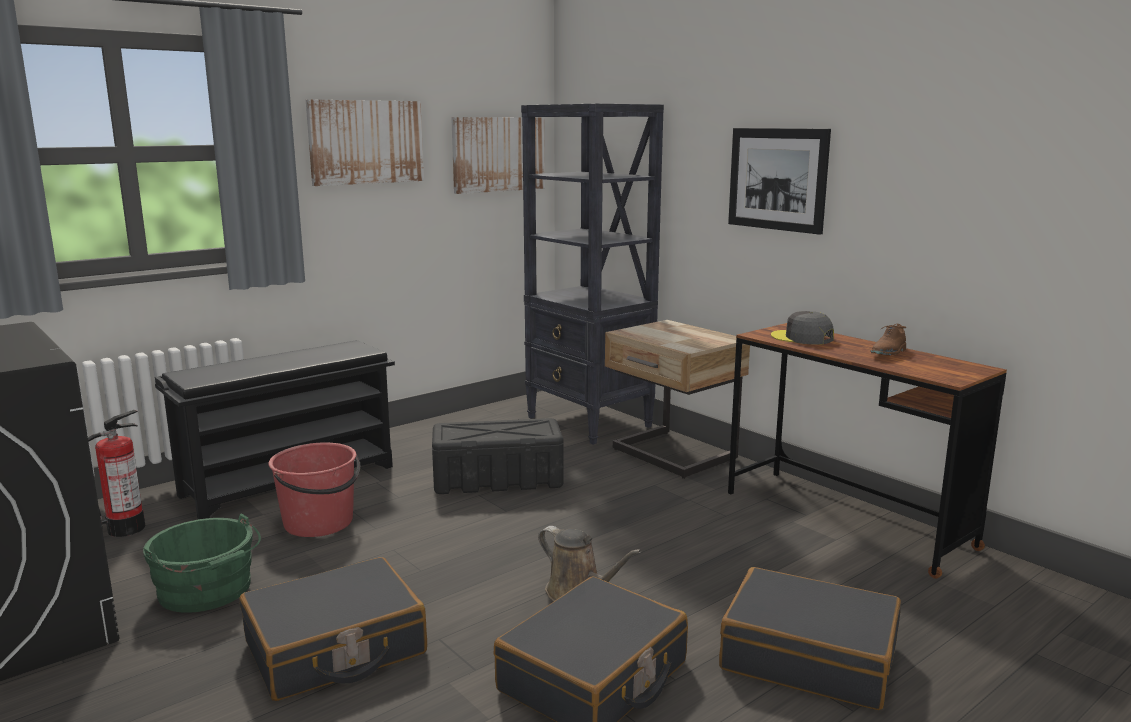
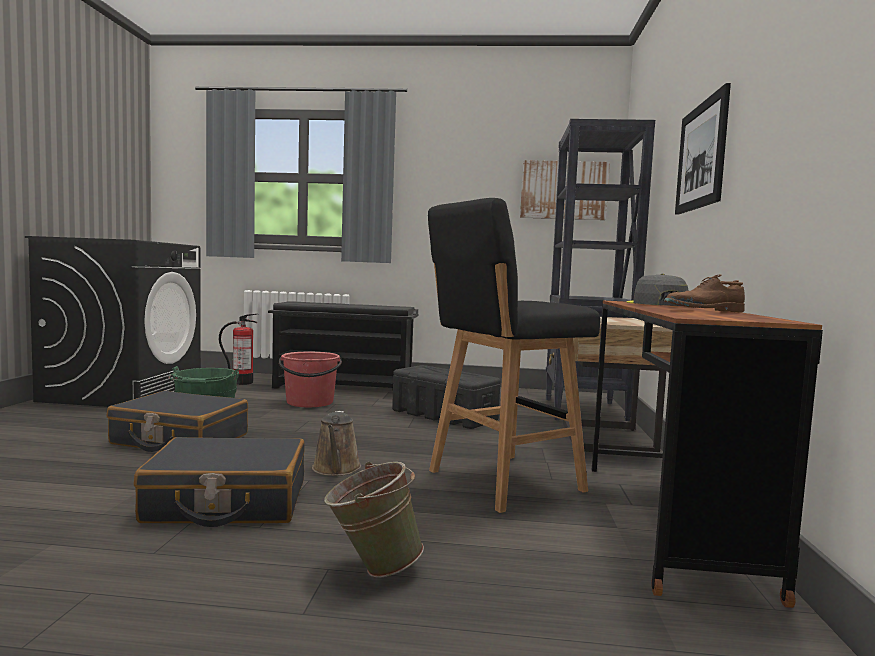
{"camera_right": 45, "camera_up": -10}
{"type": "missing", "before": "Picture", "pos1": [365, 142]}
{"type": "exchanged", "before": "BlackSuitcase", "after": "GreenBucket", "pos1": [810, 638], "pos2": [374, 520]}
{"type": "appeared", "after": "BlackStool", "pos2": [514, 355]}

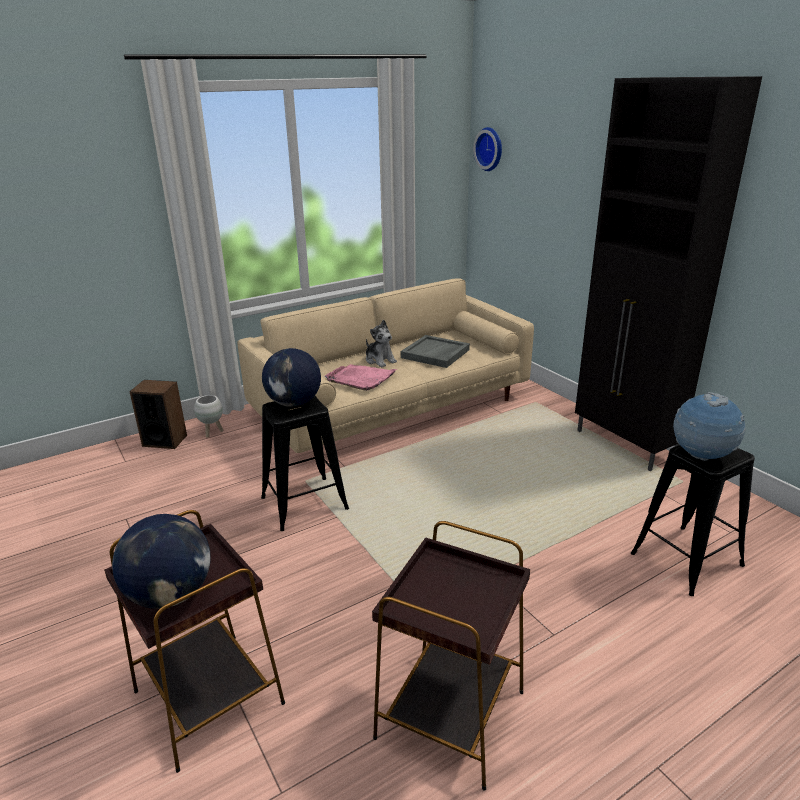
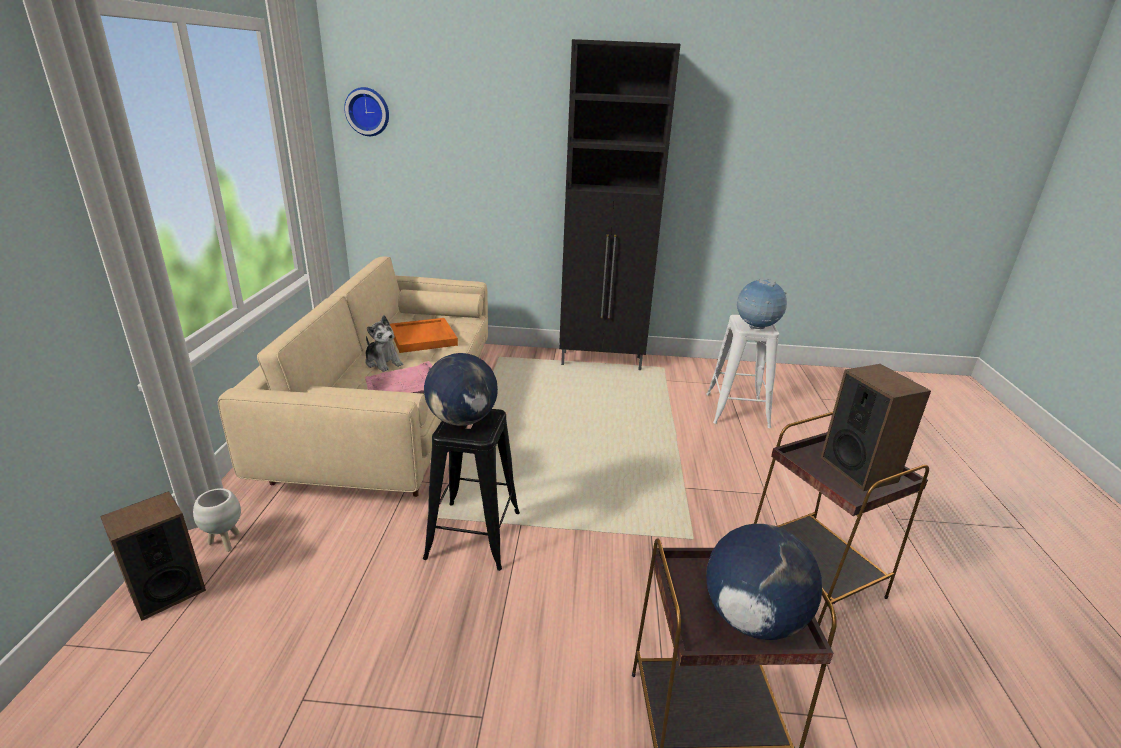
{"camera_right": -55, "camera_up": 0}
{"type": "spun", "before": "PlushToy", "pos1": [381, 343], "pos2": [384, 343], "turn": 45}
{"type": "colour", "before": "GreyTray", "after": "OrangeTray", "pos1": [435, 351], "pos2": [424, 335]}
{"type": "colour", "before": "BlackStool", "after": "WhiteStool", "pos1": [693, 520], "pos2": [742, 371]}
{"type": "appeared", "after": "Speaker", "pos2": [875, 427]}

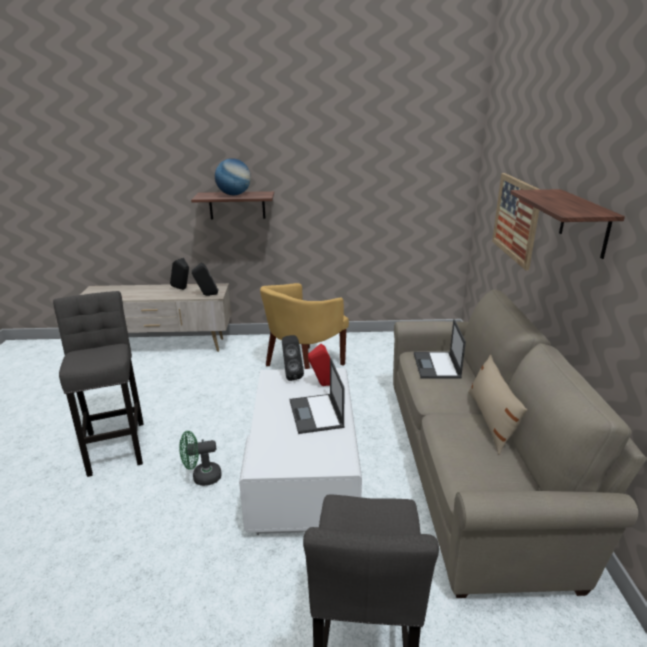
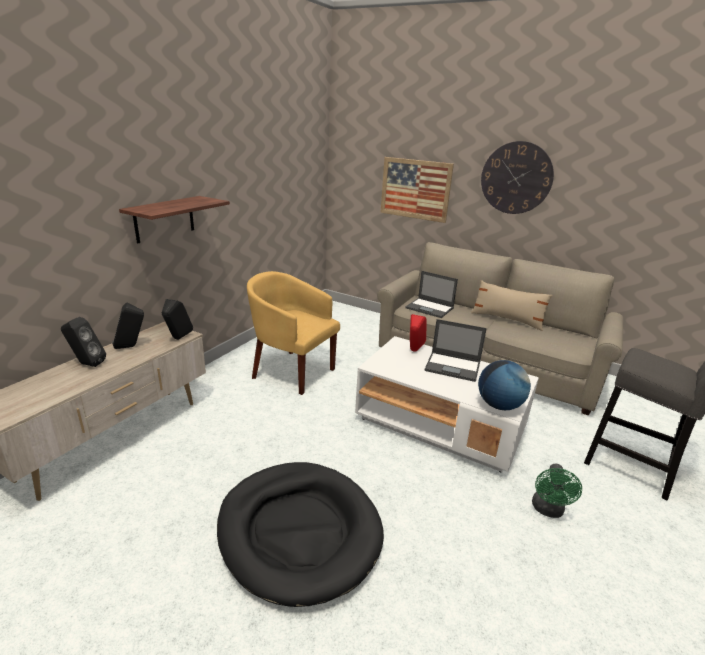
{"camera_right": -60, "camera_up": 0}
{"type": "relocated", "before": "Globe", "pos1": [233, 176], "pos2": [504, 385]}
{"type": "exchanged", "before": "Shelf", "after": "WallClock", "pos1": [567, 224], "pos2": [517, 177]}
{"type": "spun", "before": "YellowArmchair", "pos1": [304, 326], "pos2": [293, 333], "turn": 135}
{"type": "exchanged", "before": "GreyStool", "after": "BlackDogBed", "pos1": [98, 384], "pos2": [300, 534]}
{"type": "relocated", "before": "BlackSpeaker", "pos1": [293, 358], "pos2": [83, 342]}
{"type": "relocated", "before": "GreenFan", "pos1": [200, 458], "pos2": [557, 491]}

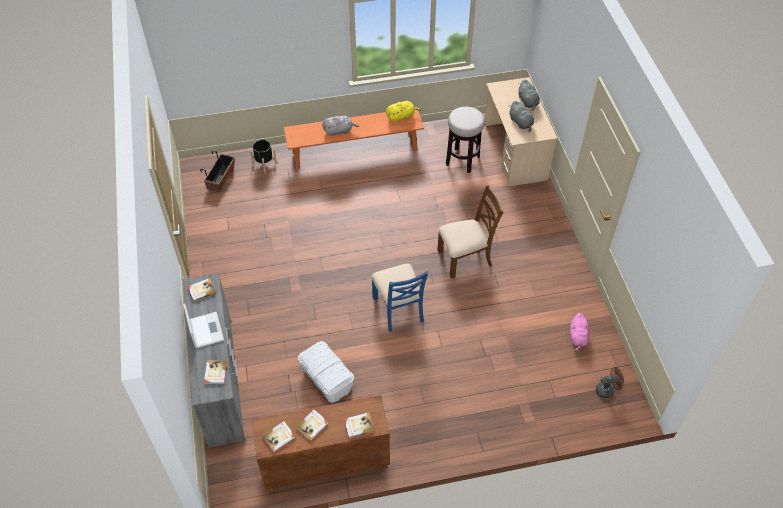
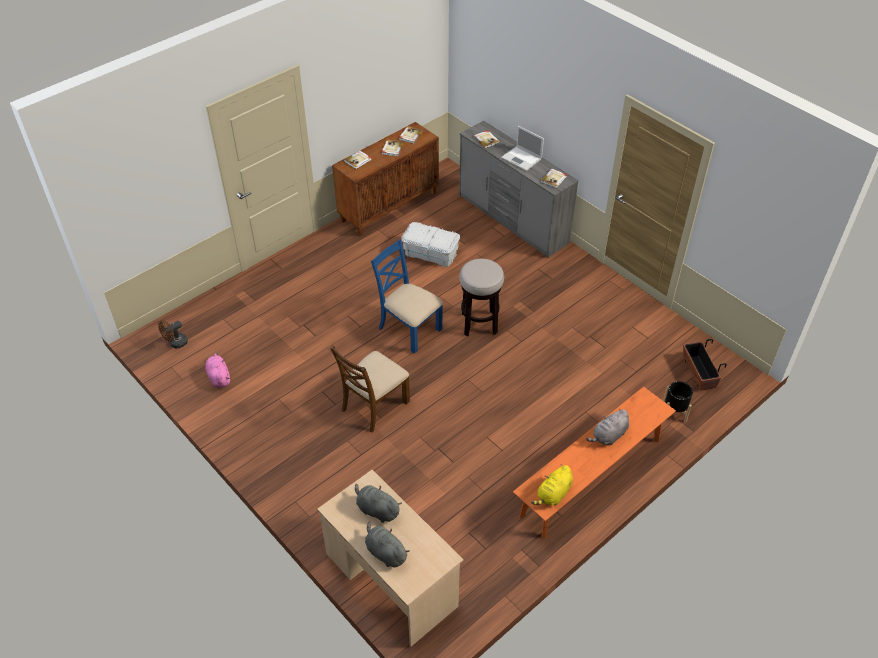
{"camera_right": 150, "camera_up": -5}
{"type": "relocated", "before": "Stool", "pos1": [465, 140], "pos2": [481, 297]}

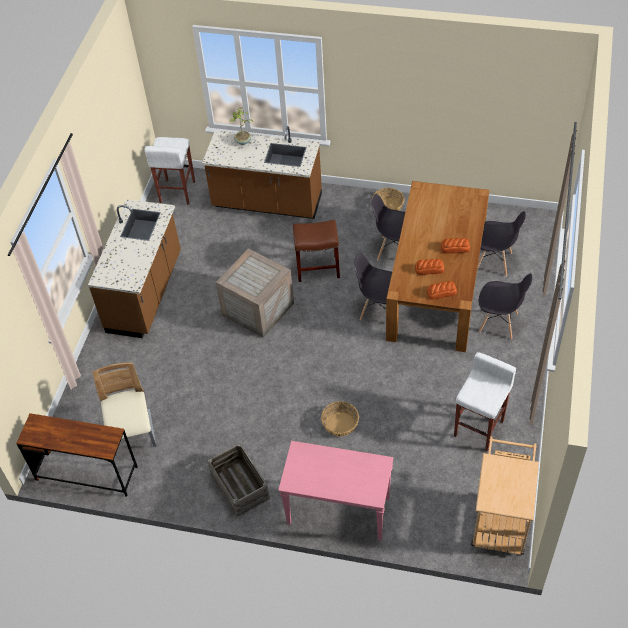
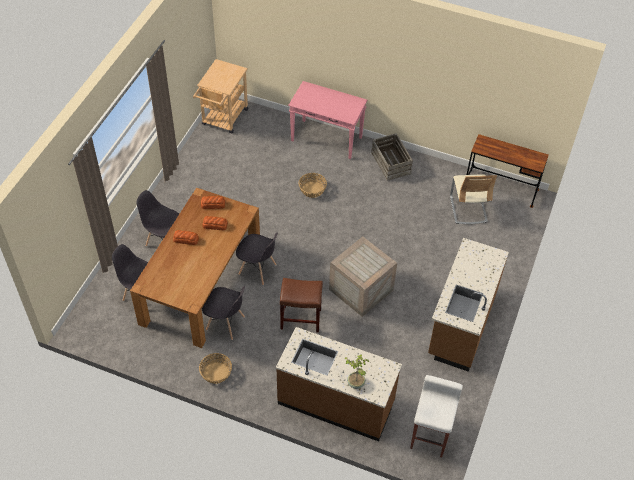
{"camera_right": -175, "camera_up": 0}
{"type": "missing", "before": "WhiteStool", "pos1": [485, 401]}

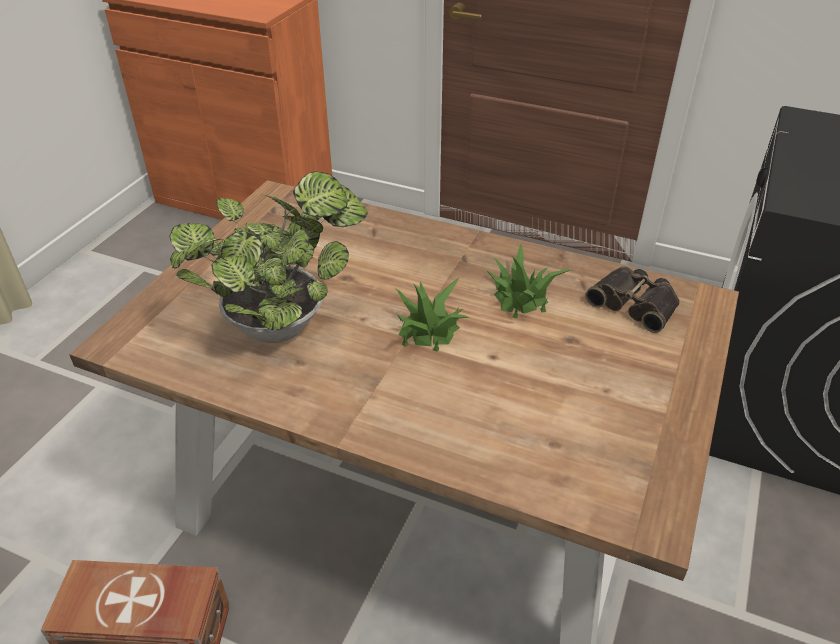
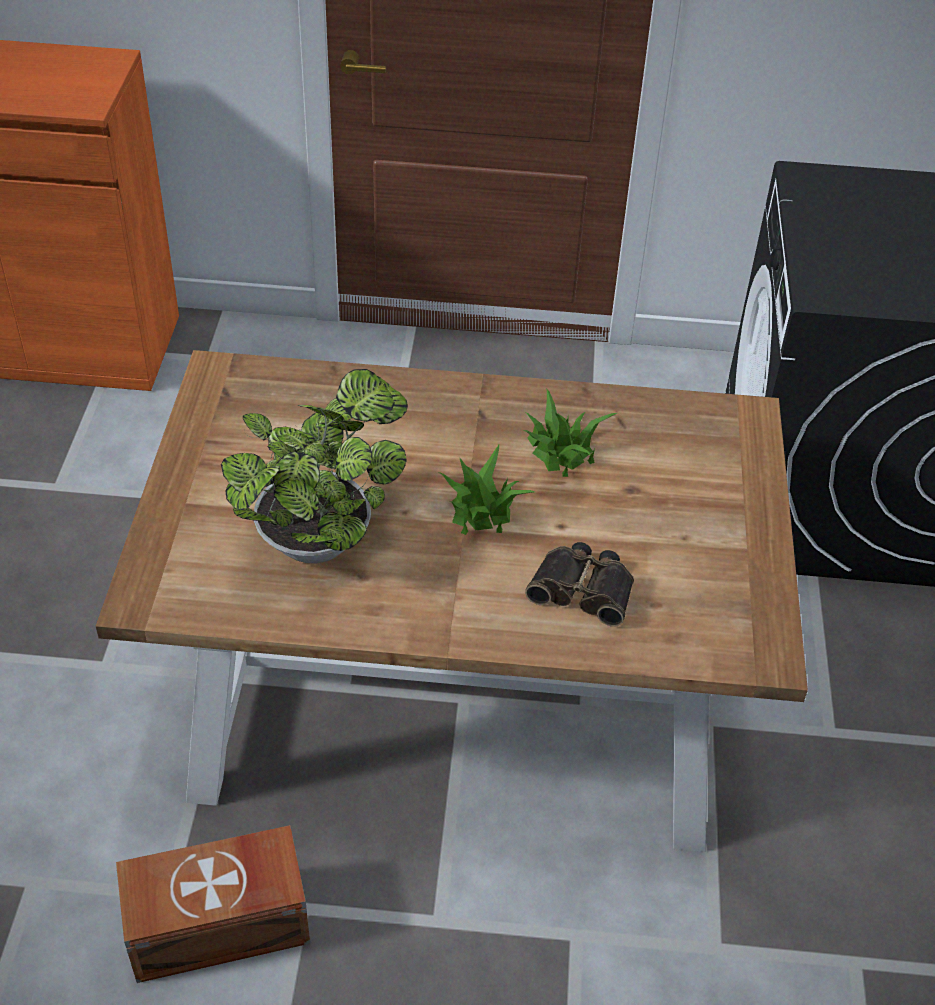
{"camera_right": -20, "camera_up": 5}
{"type": "relocated", "before": "Binoculars", "pos1": [632, 299], "pos2": [579, 584]}

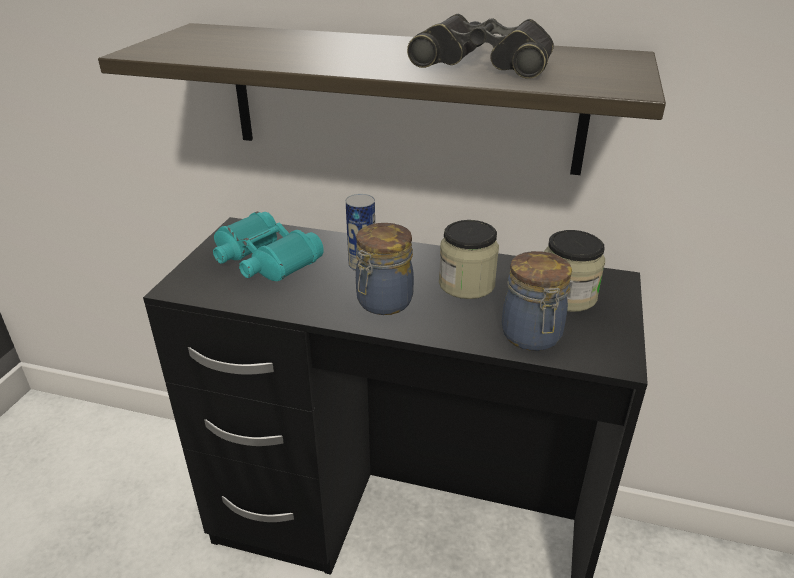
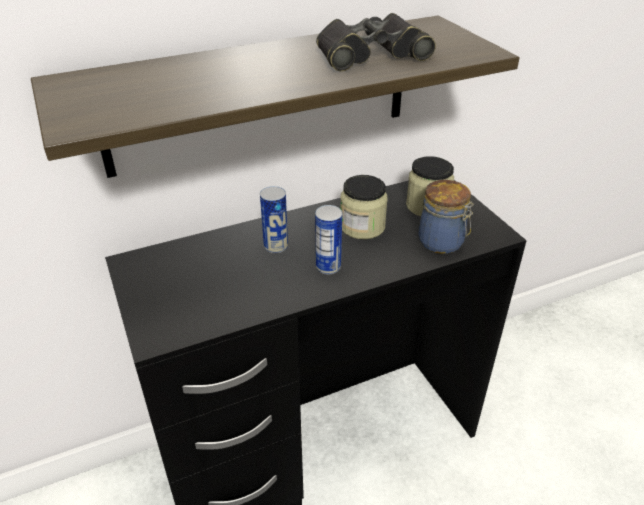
{"camera_right": -40, "camera_up": 5}
{"type": "missing", "before": "TurquoiseBinoculars", "pos1": [268, 246]}
{"type": "exchanged", "before": "Jar", "after": "Can", "pos1": [385, 269], "pos2": [328, 240]}

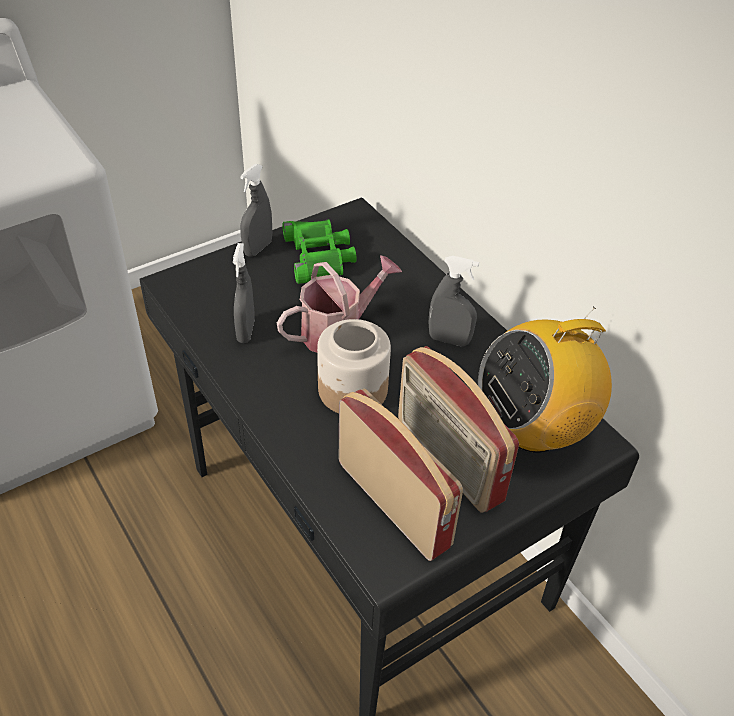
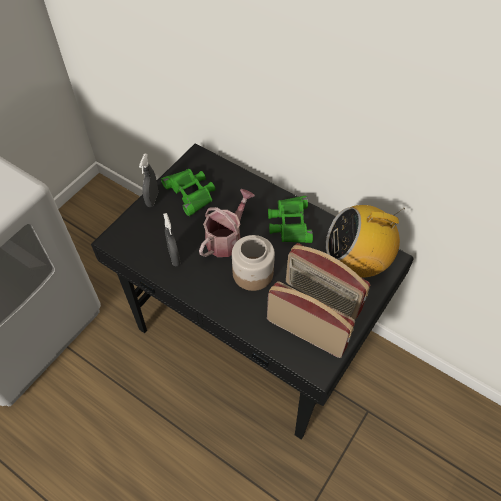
{"camera_right": -20, "camera_up": 10}
{"type": "exchanged", "before": "GreySprayBottle", "after": "GreenBinoculars", "pos1": [453, 301], "pos2": [290, 219]}
{"type": "spun", "before": "Radio", "pos1": [545, 379], "pos2": [365, 241], "turn": 45}

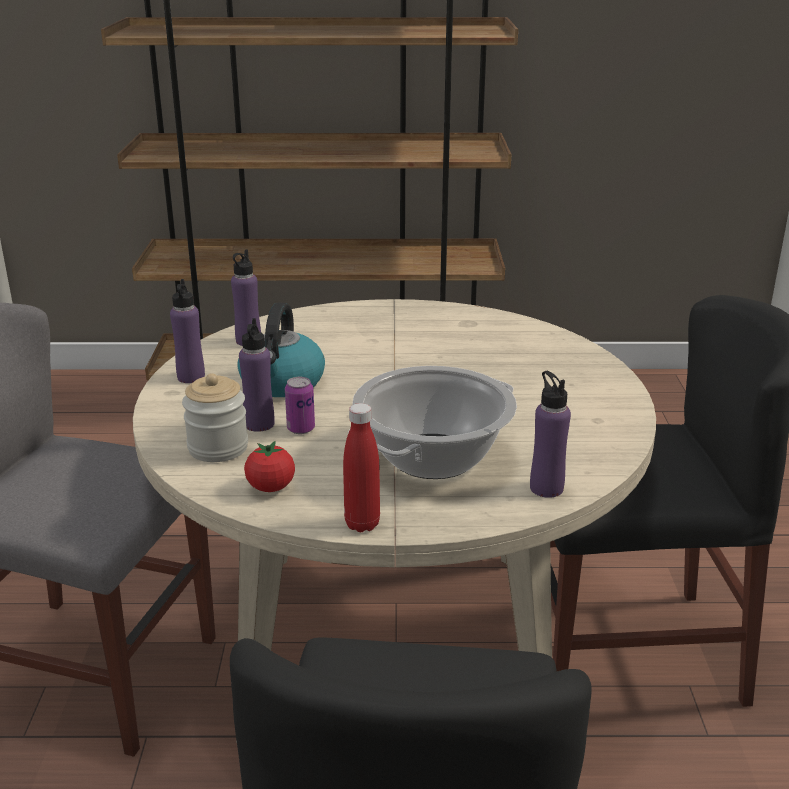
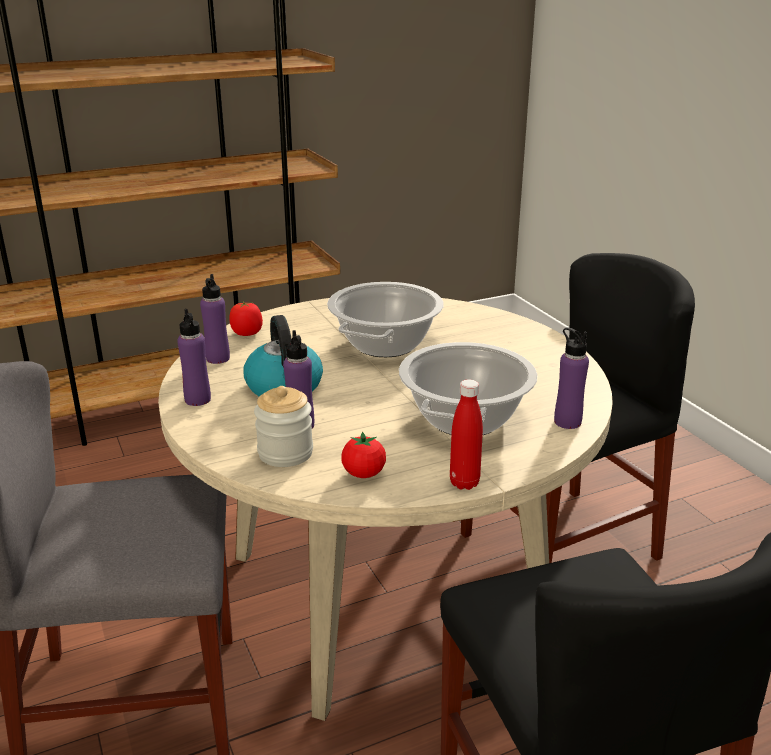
{"camera_right": -25, "camera_up": 0}
{"type": "missing", "before": "Can", "pos1": [300, 405]}
{"type": "appeared", "after": "CookingPot", "pos2": [385, 319]}
{"type": "appeared", "after": "Tomato", "pos2": [246, 318]}

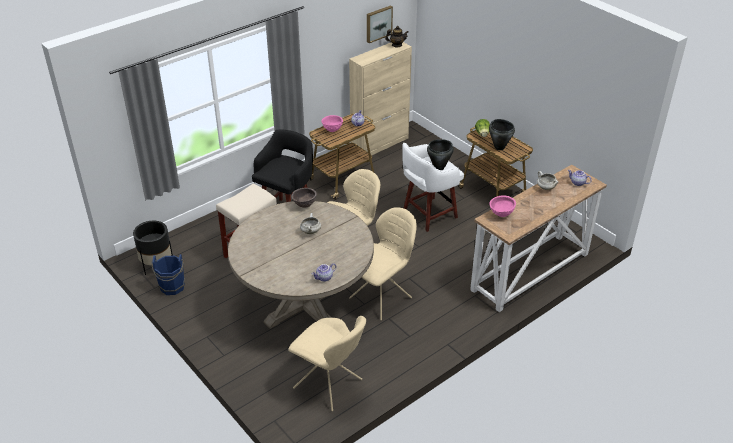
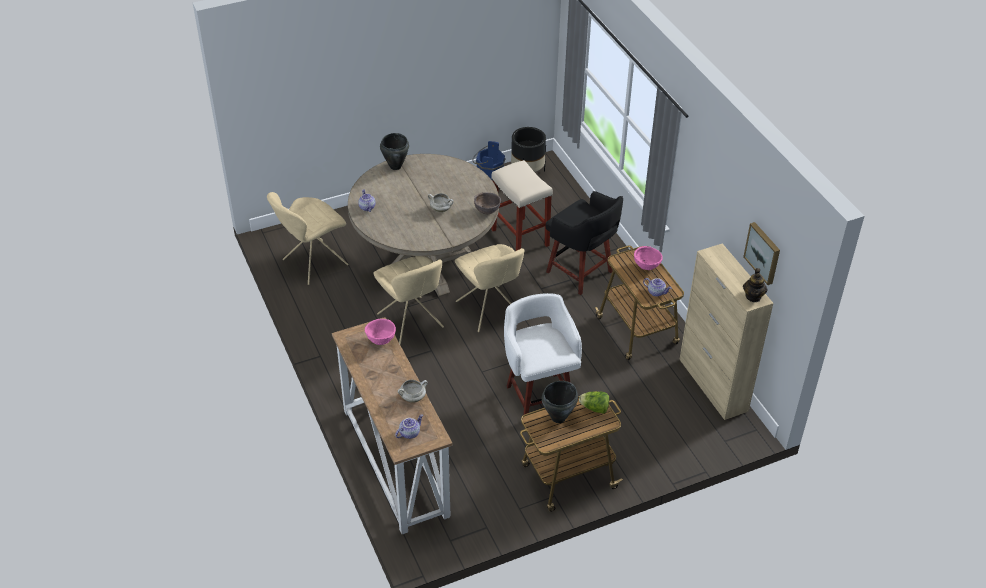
{"camera_right": 105, "camera_up": 5}
{"type": "relocated", "before": "BlackCookingPot", "pos1": [440, 154], "pos2": [394, 151]}

